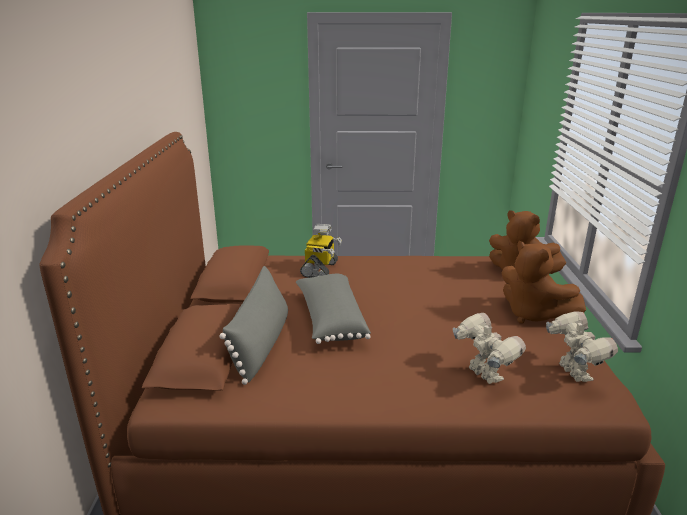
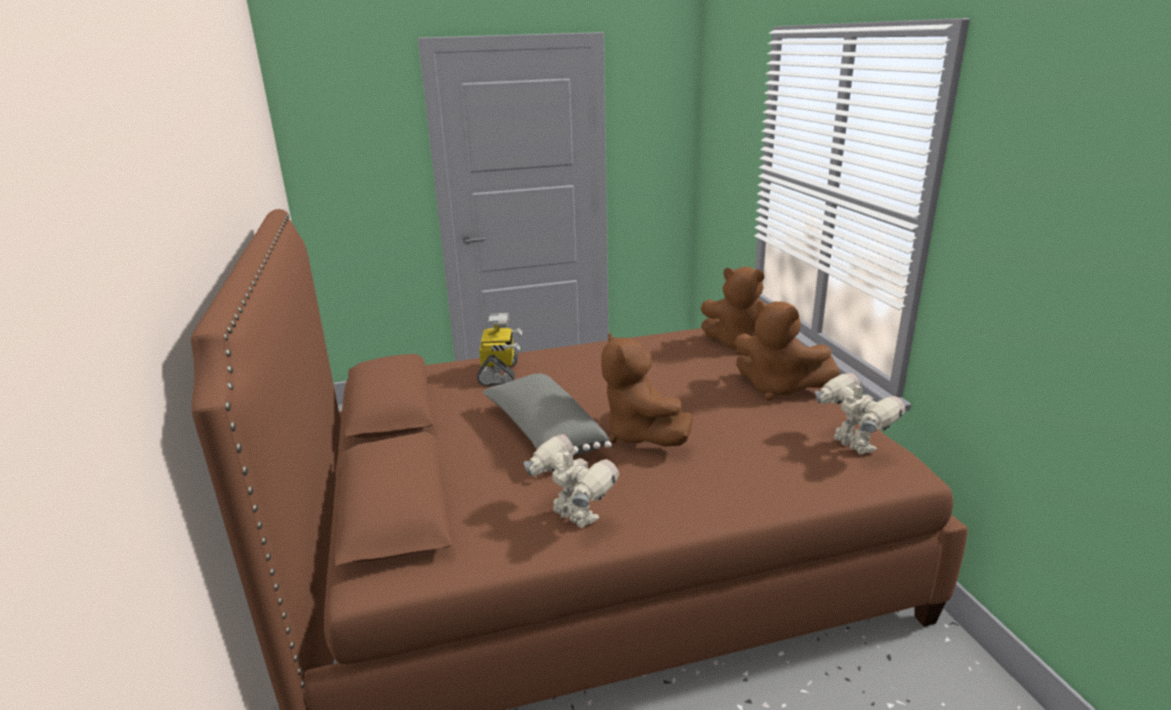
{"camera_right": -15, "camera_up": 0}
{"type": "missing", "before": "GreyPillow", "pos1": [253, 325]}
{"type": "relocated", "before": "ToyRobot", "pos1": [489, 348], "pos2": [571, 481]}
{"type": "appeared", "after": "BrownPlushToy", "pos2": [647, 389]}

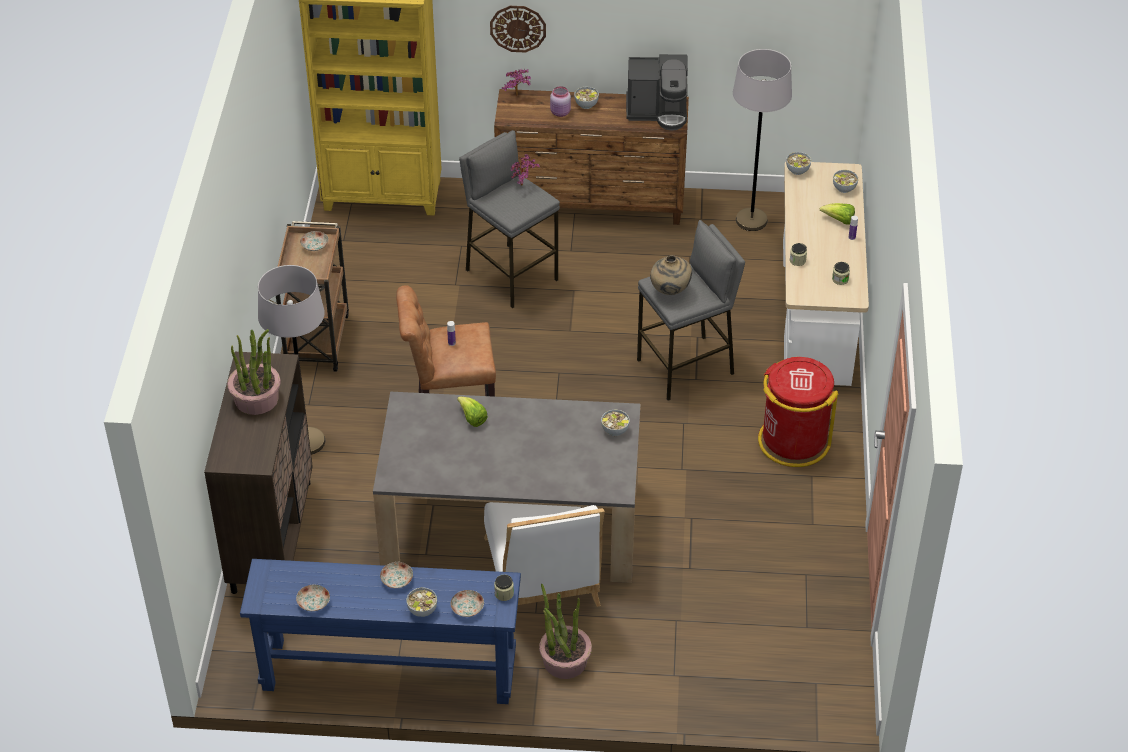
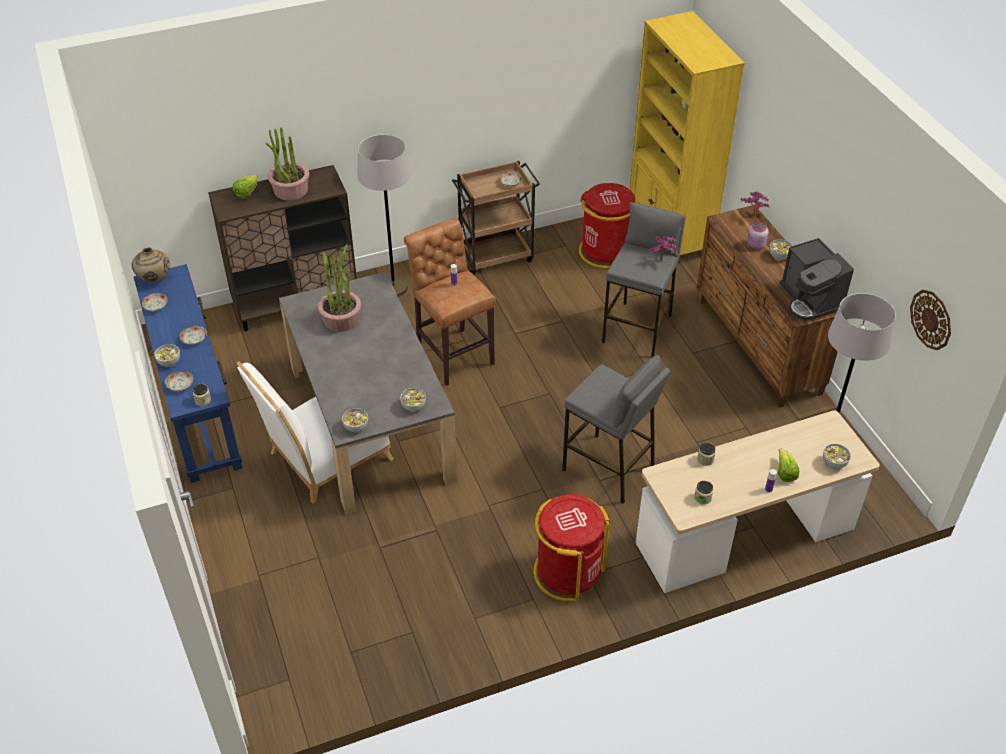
{"camera_right": 65, "camera_up": 0}
{"type": "relocated", "before": "WallClock", "pos1": [518, 29], "pos2": [930, 320]}
{"type": "relocated", "before": "Bowl", "pos1": [798, 163], "pos2": [355, 420]}
{"type": "relocated", "before": "BeigeVase", "pos1": [671, 275], "pos2": [150, 265]}
{"type": "relocated", "before": "Lettuce", "pos1": [472, 411], "pos2": [245, 186]}
{"type": "relocated", "before": "PottedPlant", "pos1": [565, 631], "pos2": [339, 288]}
{"type": "appeared", "after": "RedTrashCan", "pos2": [609, 226]}

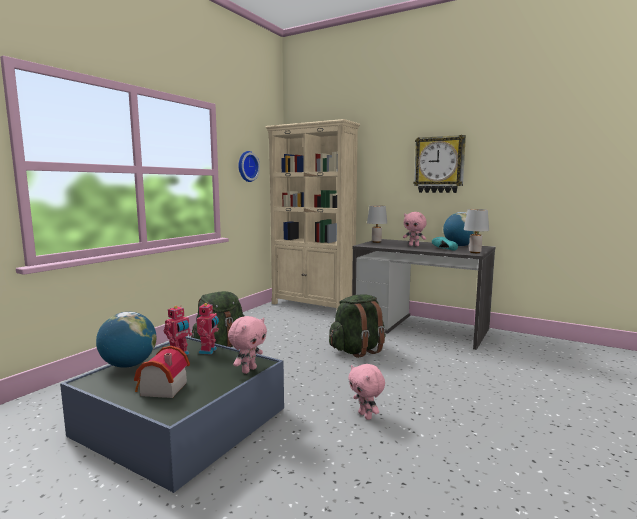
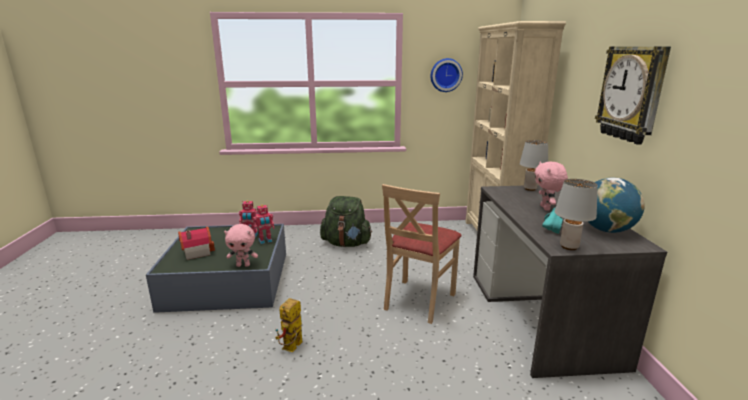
{"camera_right": 55, "camera_up": 10}
{"type": "exchanged", "before": "GreenBackpack", "after": "BeigeChair", "pos1": [357, 326], "pos2": [422, 254]}
{"type": "missing", "before": "Globe", "pos1": [126, 340]}
{"type": "exchanged", "before": "PinkPlushToy", "after": "ToyRobot", "pos1": [366, 392], "pos2": [289, 325]}

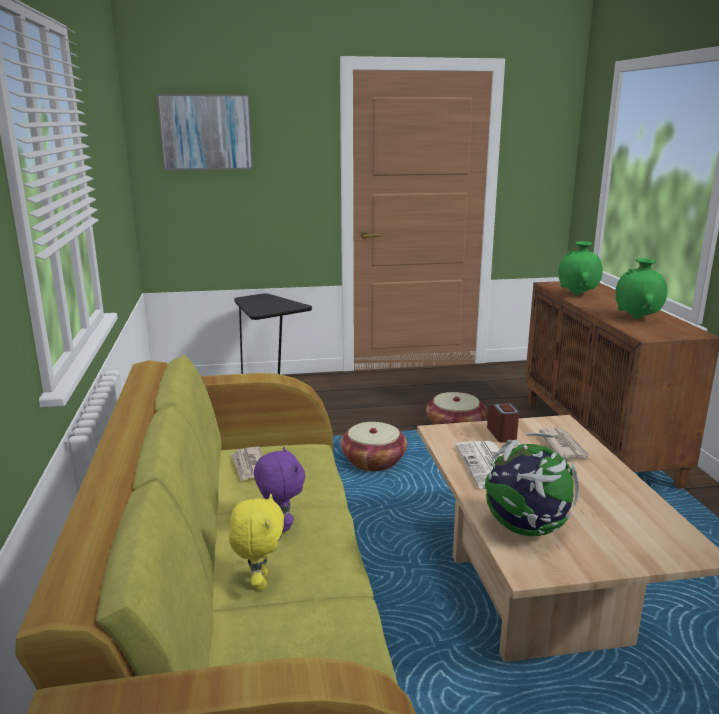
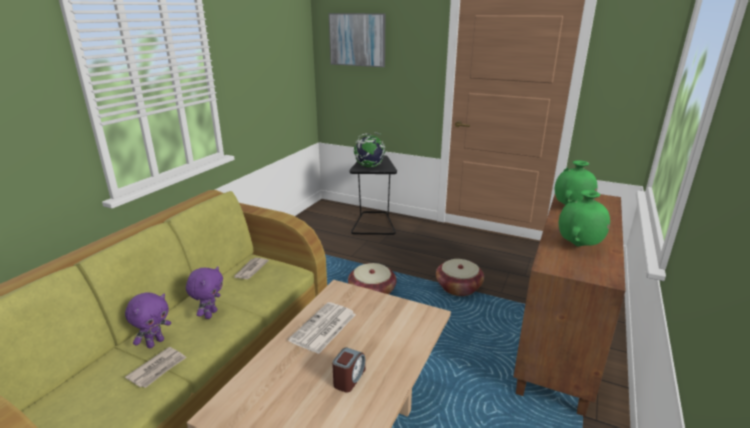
{"camera_right": 35, "camera_up": 5}
{"type": "relocated", "before": "AlarmClock", "pos1": [503, 423], "pos2": [348, 370]}
{"type": "relocated", "before": "Newspaper", "pos1": [565, 443], "pos2": [156, 367]}
{"type": "relocated", "before": "Globe", "pos1": [531, 484], "pos2": [369, 149]}
{"type": "colour", "before": "YellowPlushToy", "after": "PurplePlushToy", "pos1": [256, 542], "pos2": [148, 320]}

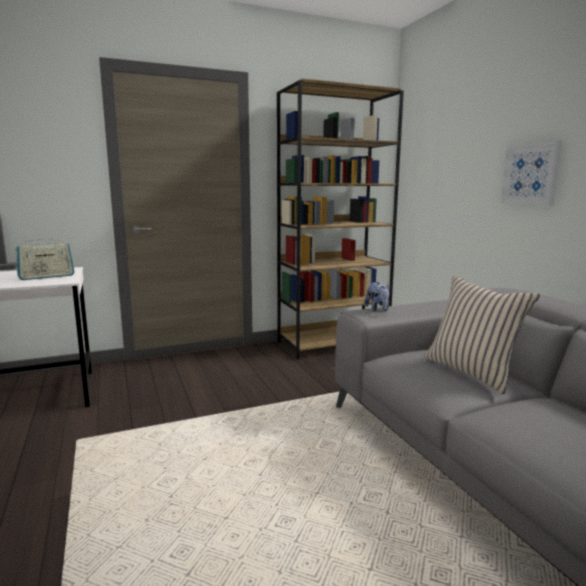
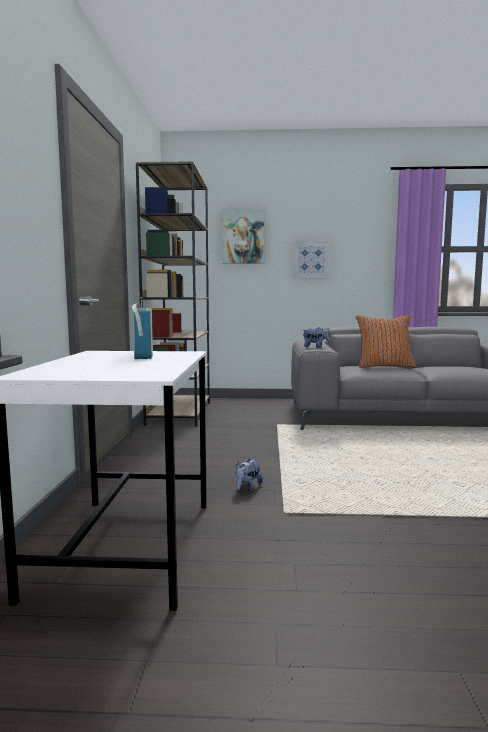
{"camera_right": -65, "camera_up": -5}
{"type": "colour", "before": "BeigePillow", "after": "OrangePillow", "pos1": [482, 335], "pos2": [386, 341]}
{"type": "appeared", "after": "Picture", "pos2": [243, 236]}
{"type": "appeared", "after": "PlushToy", "pos2": [249, 475]}

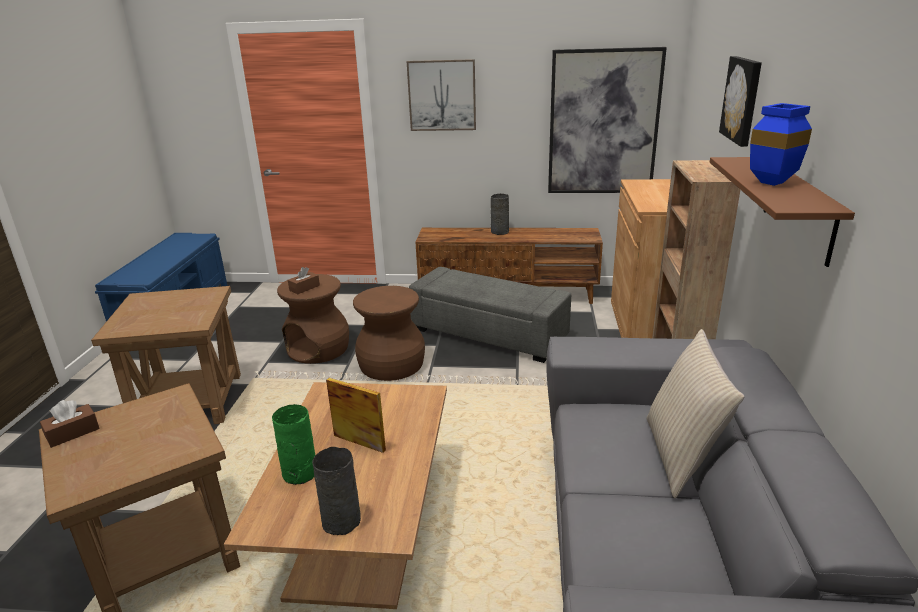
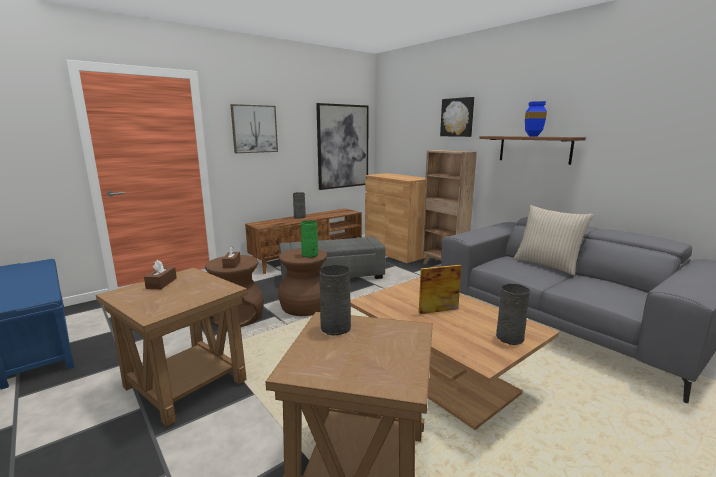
{"camera_right": -45, "camera_up": -10}
{"type": "relocated", "before": "BrownTissueBox", "pos1": [70, 424], "pos2": [160, 274]}
{"type": "relocated", "before": "GreenVase", "pos1": [293, 444], "pos2": [309, 239]}
{"type": "appeared", "after": "GreyVase", "pos2": [335, 300]}

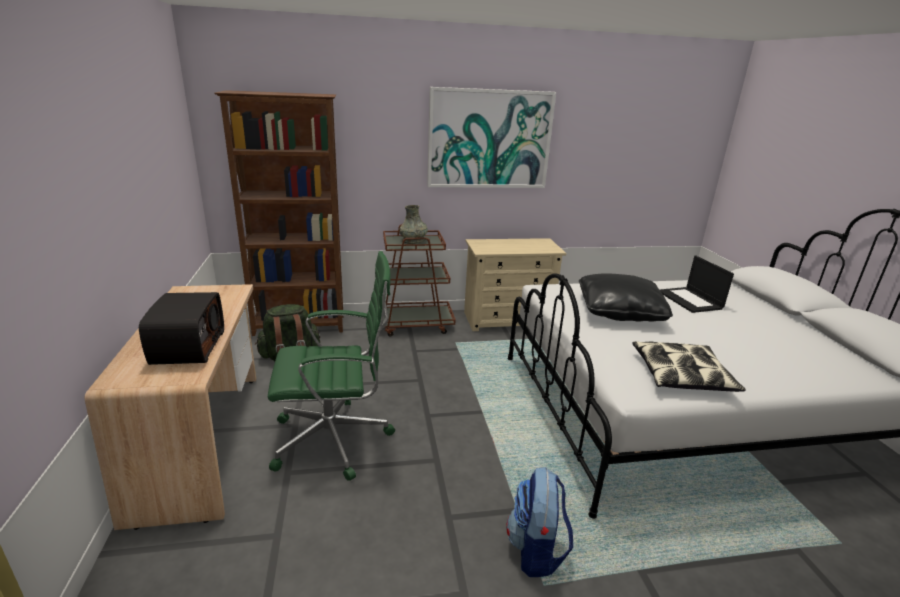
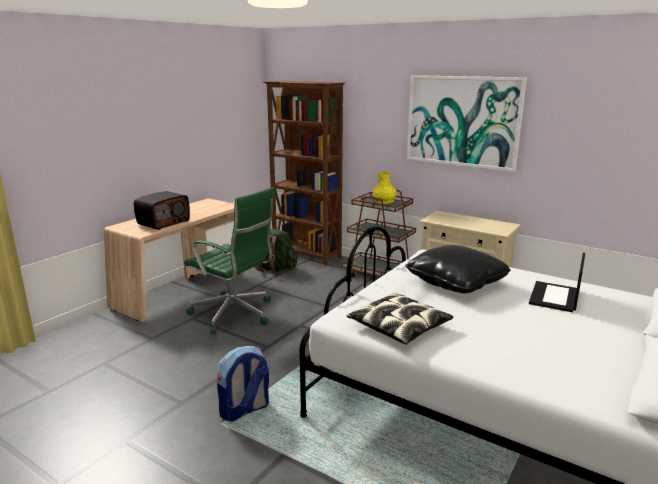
{"camera_right": 45, "camera_up": -5}
{"type": "colour", "before": "GreyVase", "after": "YellowVase", "pos1": [413, 224], "pos2": [385, 188]}

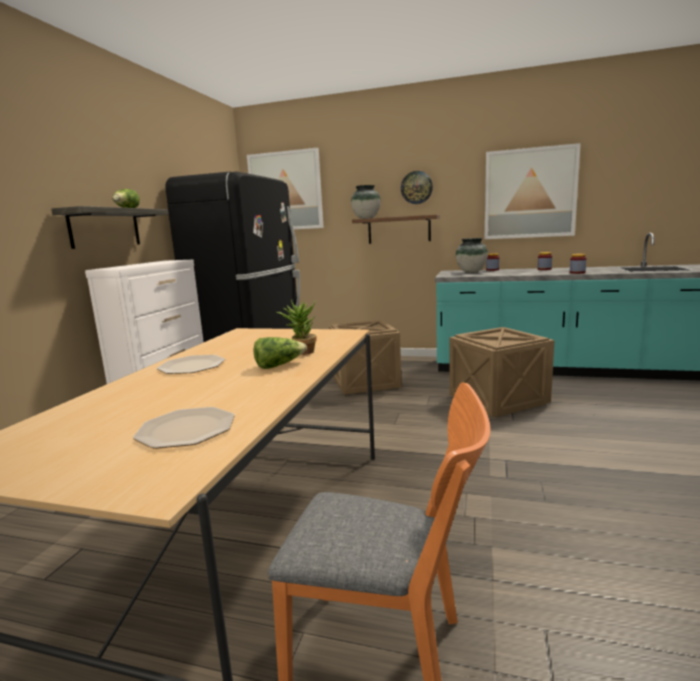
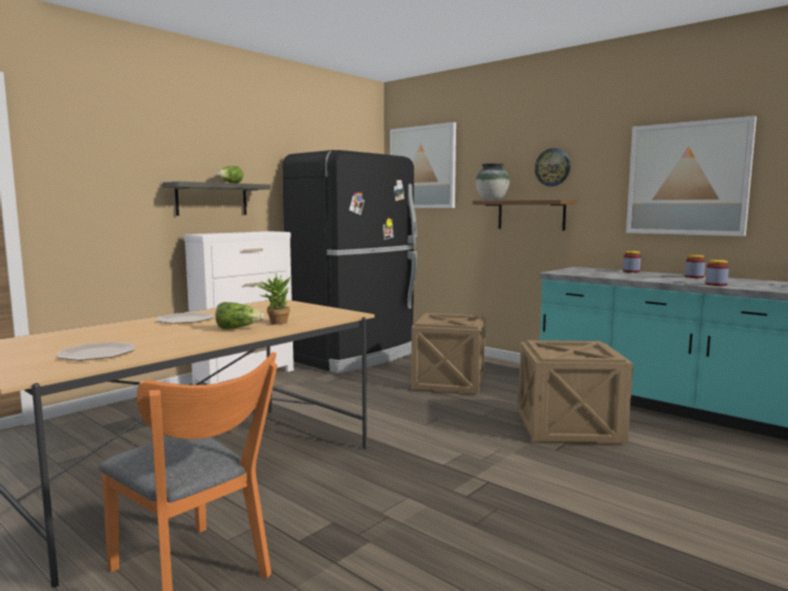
{"camera_right": 25, "camera_up": -5}
{"type": "missing", "before": "Vase", "pos1": [472, 255]}

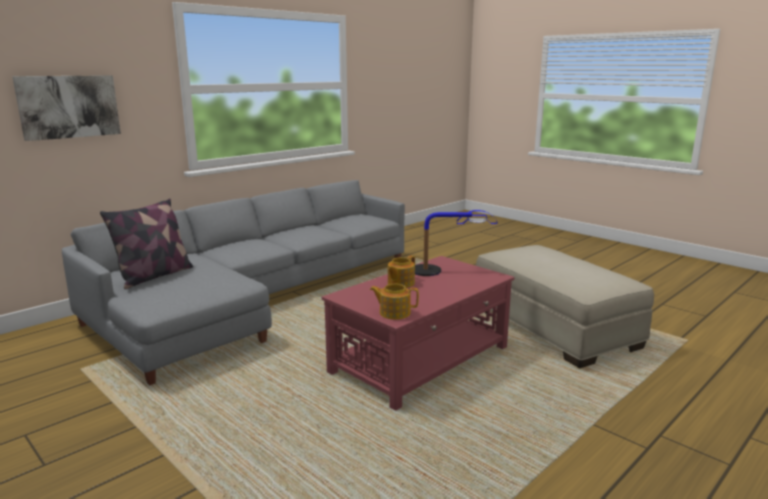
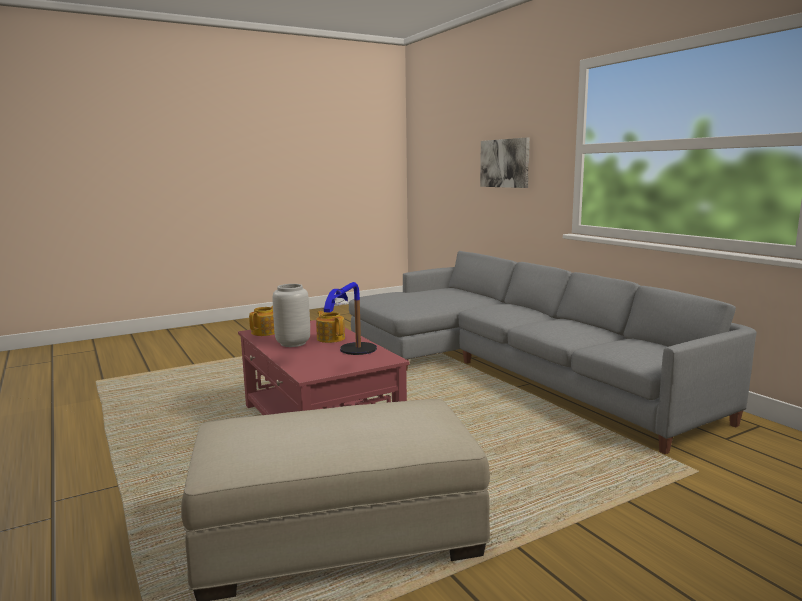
{"camera_right": 105, "camera_up": -5}
{"type": "missing", "before": "Pillow", "pos1": [146, 243]}
{"type": "appeared", "after": "GreyVase", "pos2": [291, 315]}

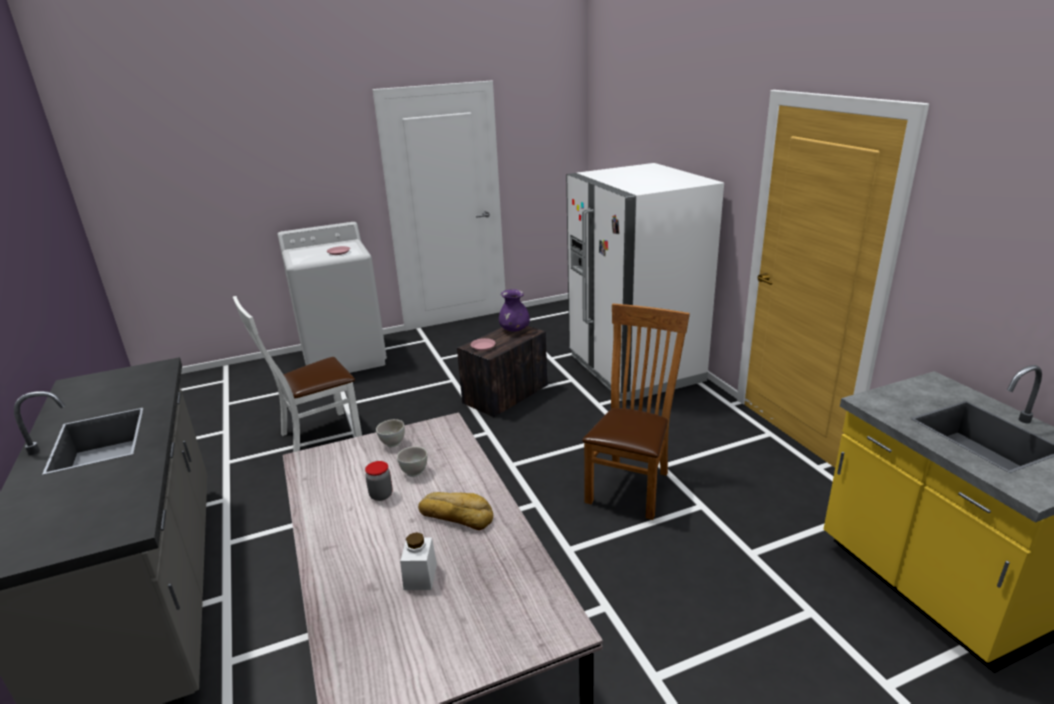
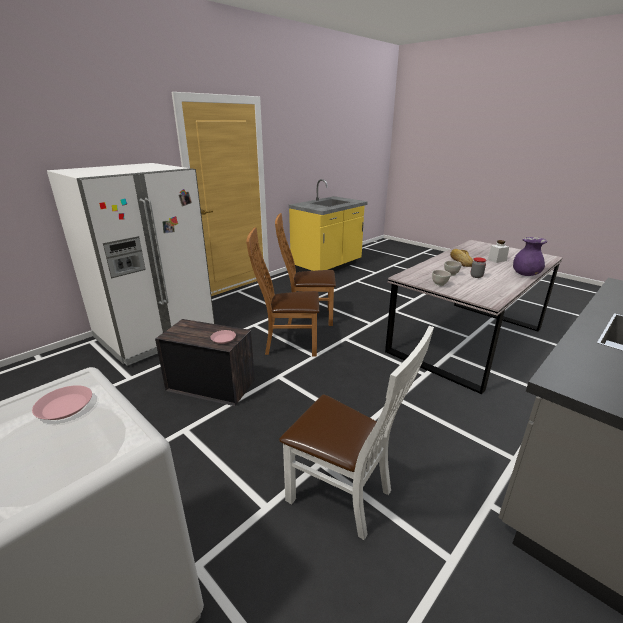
{"camera_right": -115, "camera_up": 0}
{"type": "relocated", "before": "PurpleVase", "pos1": [514, 310], "pos2": [530, 256]}
{"type": "appeared", "after": "BrownChair", "pos2": [282, 292]}

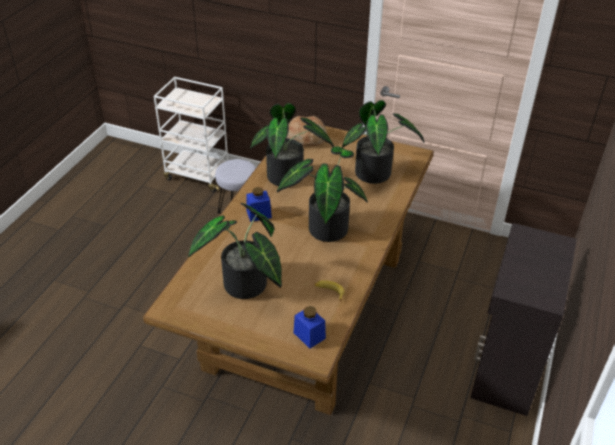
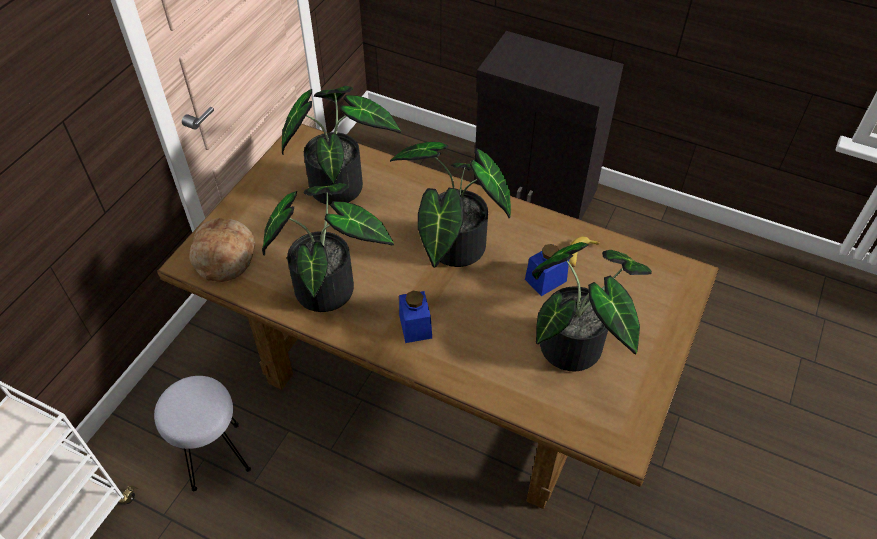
{"camera_right": -85, "camera_up": 10}
{"type": "relocated", "before": "BlueJar", "pos1": [309, 327], "pos2": [547, 270]}

